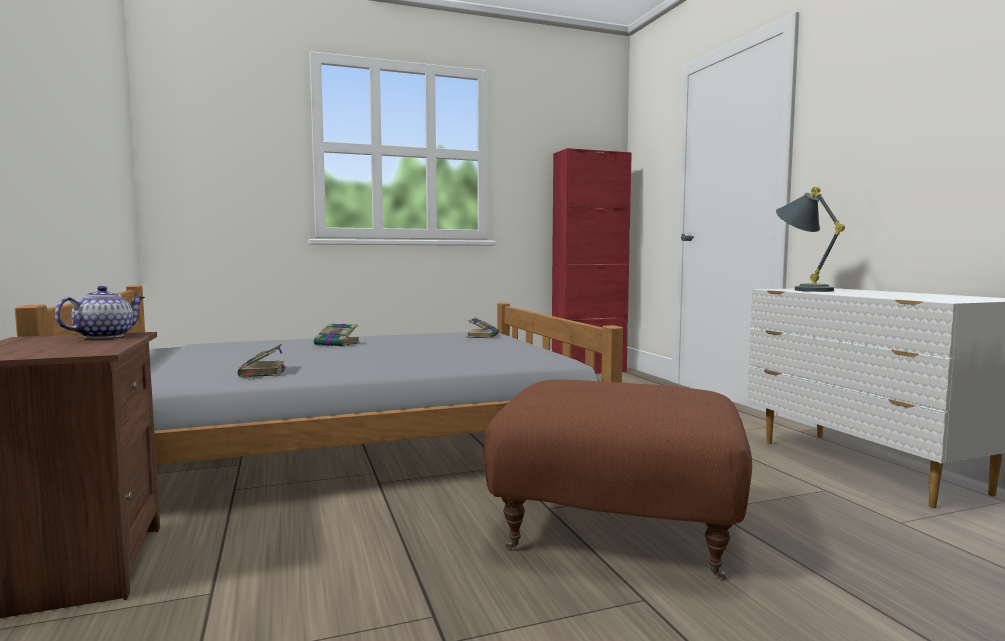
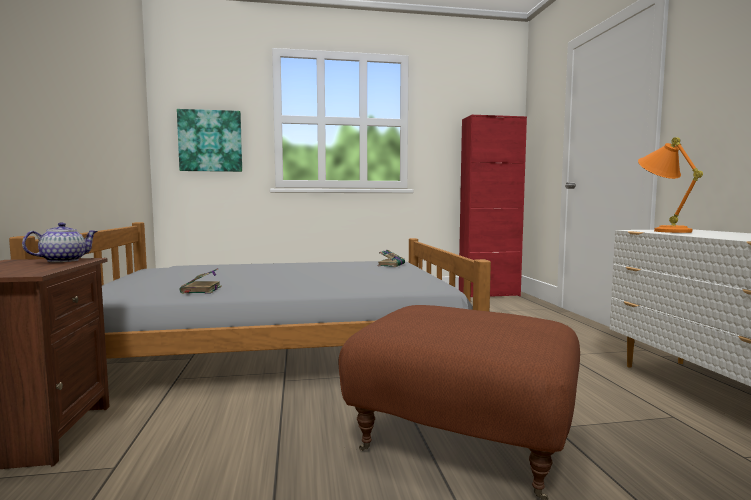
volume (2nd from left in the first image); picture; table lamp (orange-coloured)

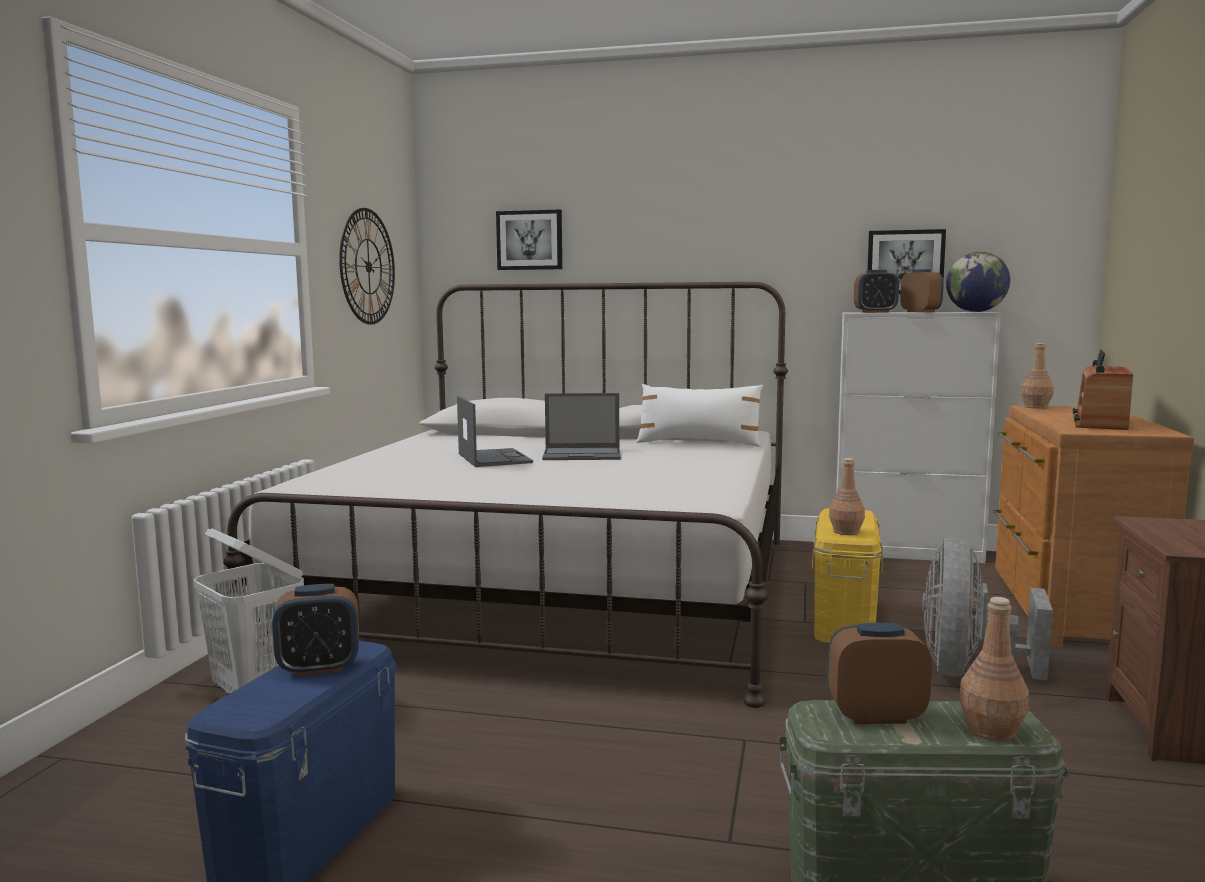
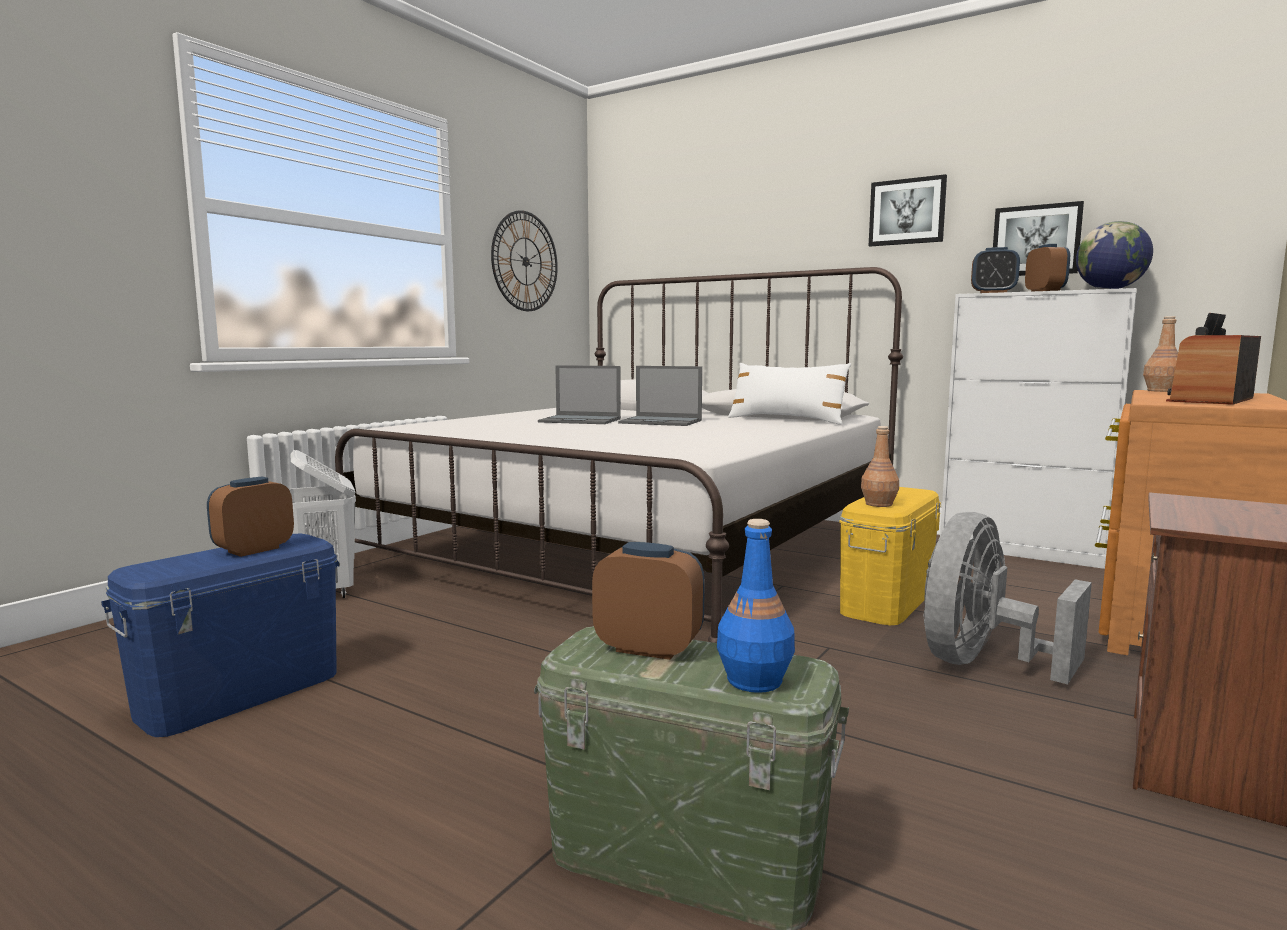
picture (1st from left); drink bottle (bluish); alarm clock (1st from left); notebook computer (1st from left)

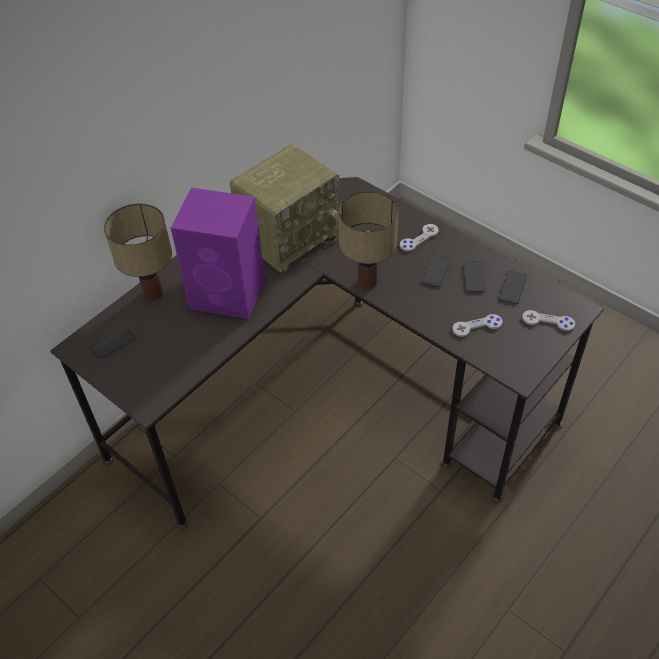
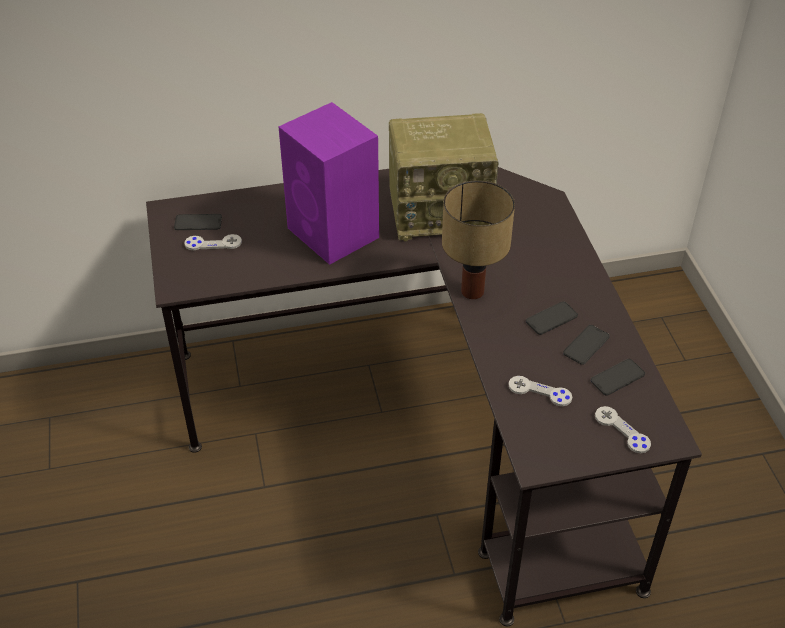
table lamp (1st from left in the first image); game controller (grey) (1st from left)

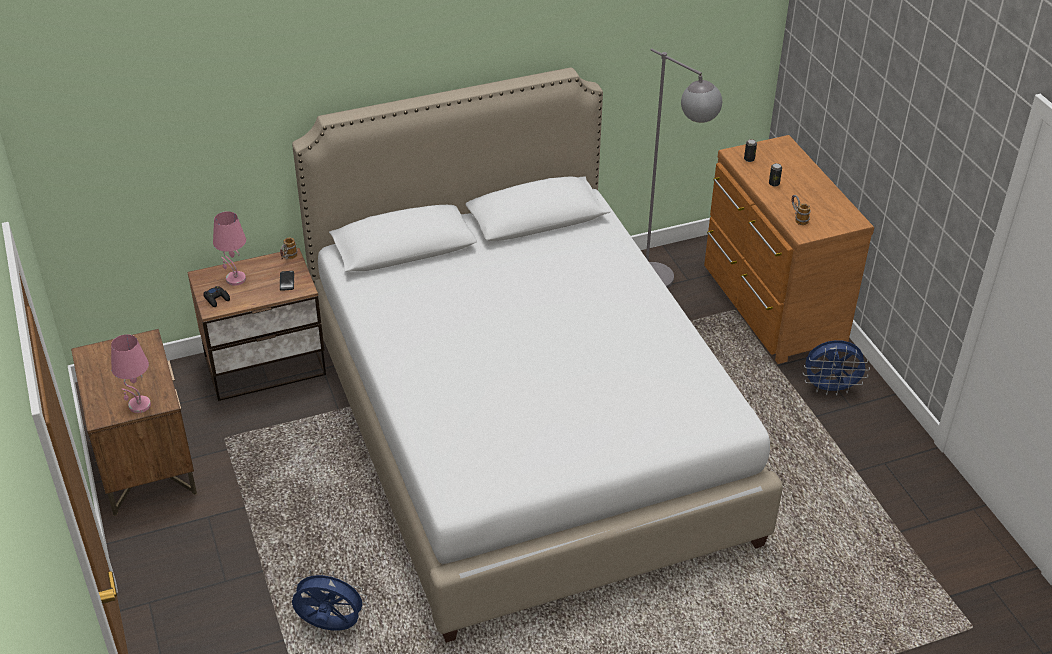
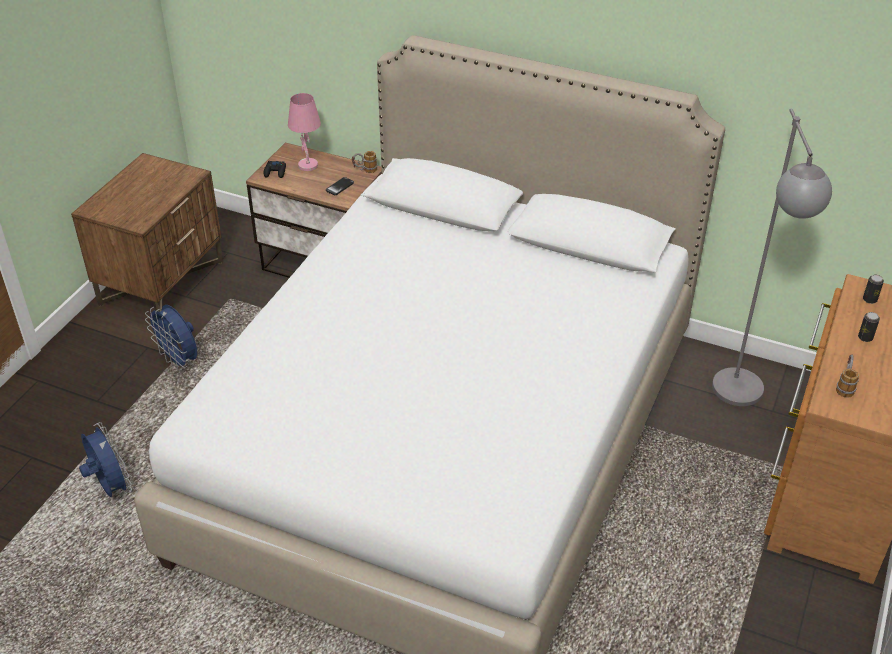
table lamp (pink-coloured) (1st from left in the first image); electric fan (bluish) (2nd from left)

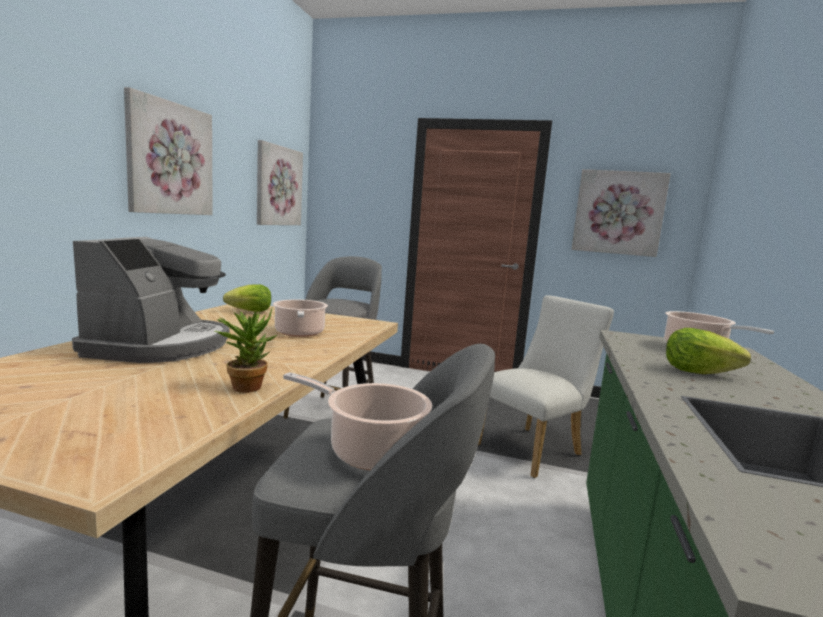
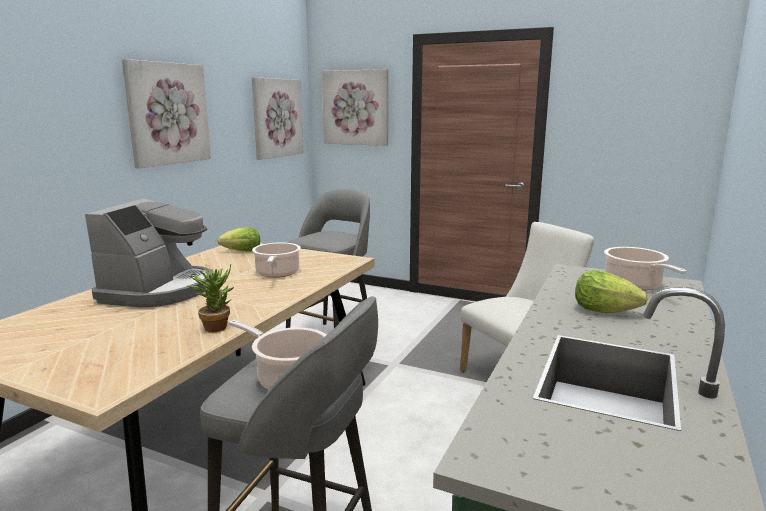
picture (3rd from left)

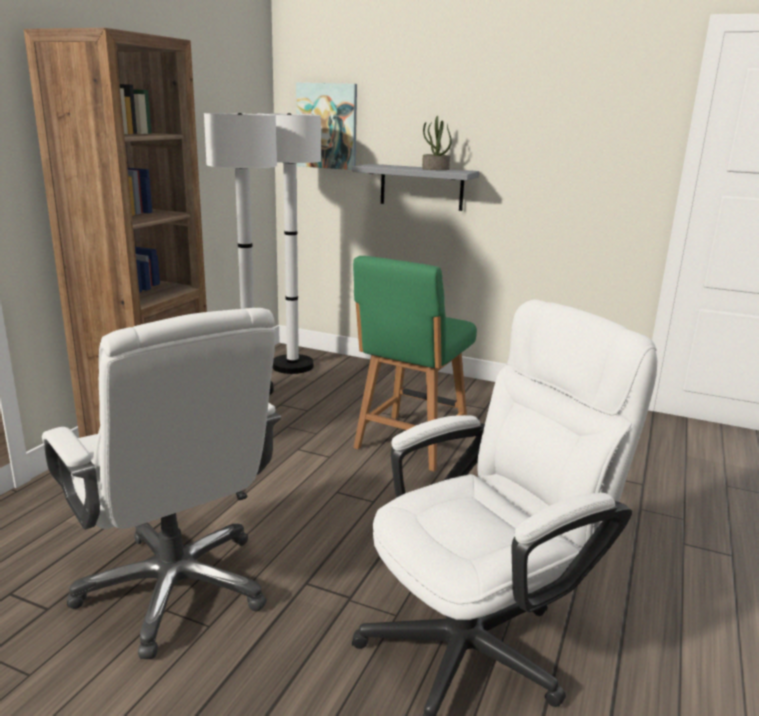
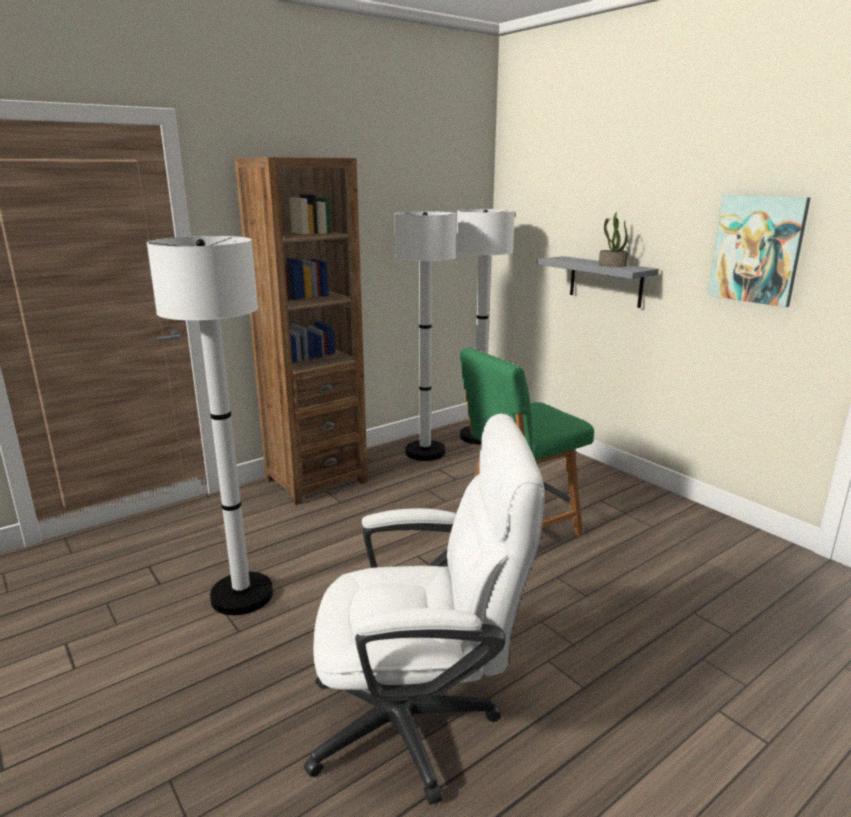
picture; floor lamp (whitish) (1st from left)

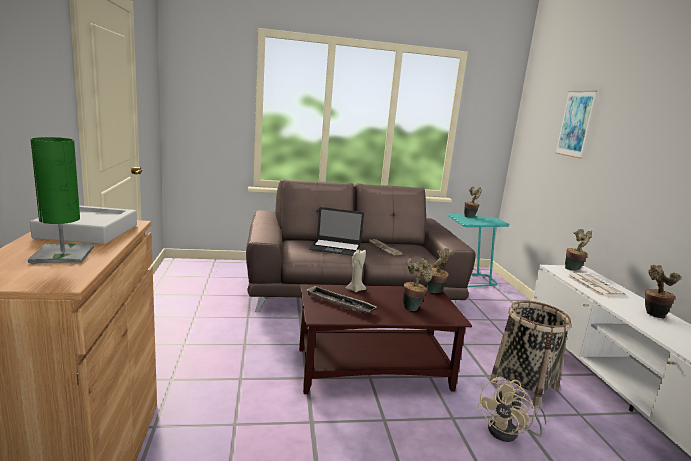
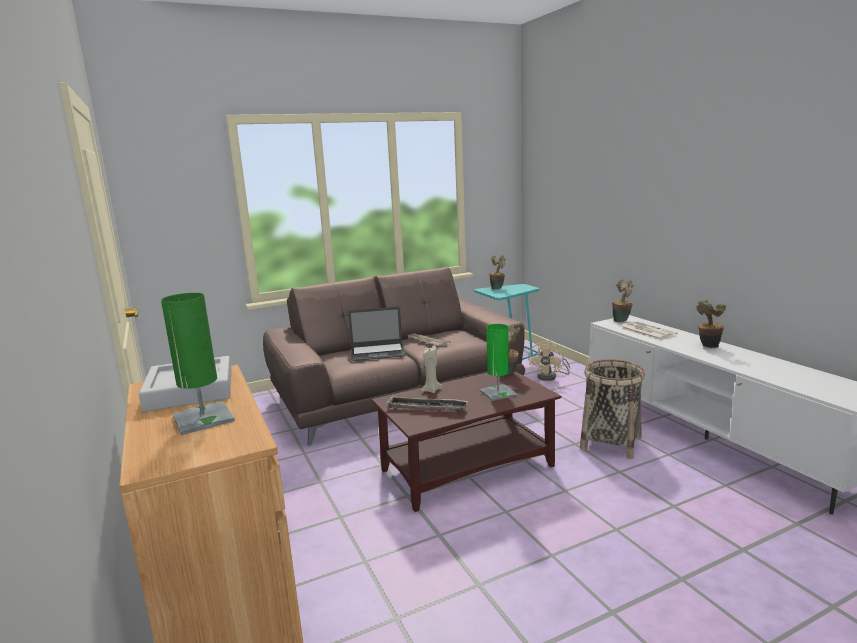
picture; electric fan (beige); table lamp (greenish) (2nd from left)

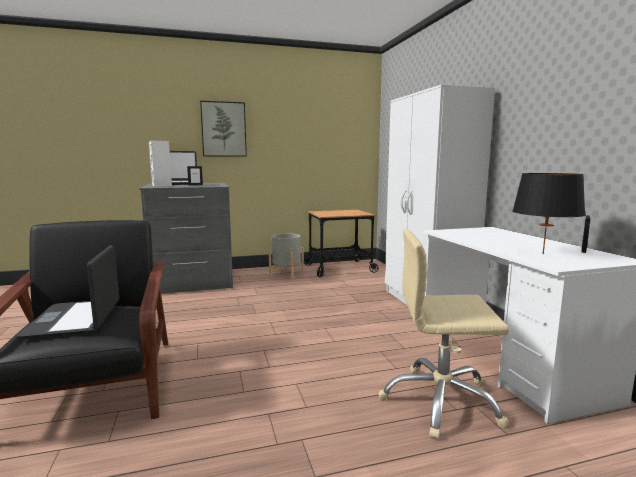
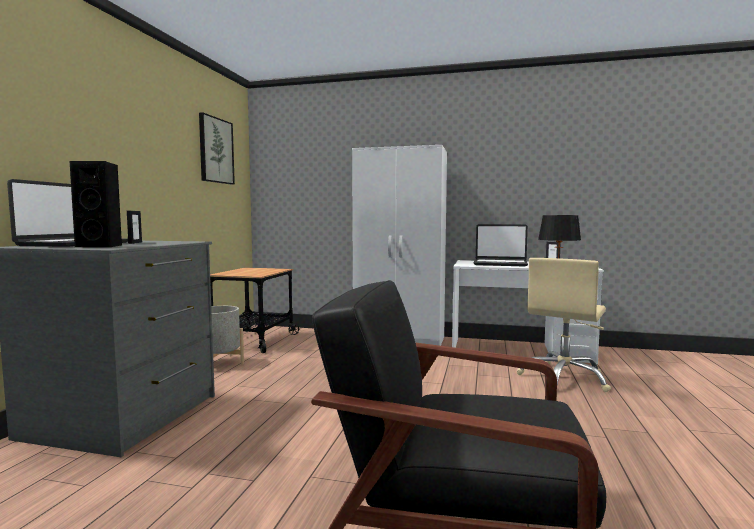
notebook computer (2nd from left); picture; loudspeaker (black-coloured)

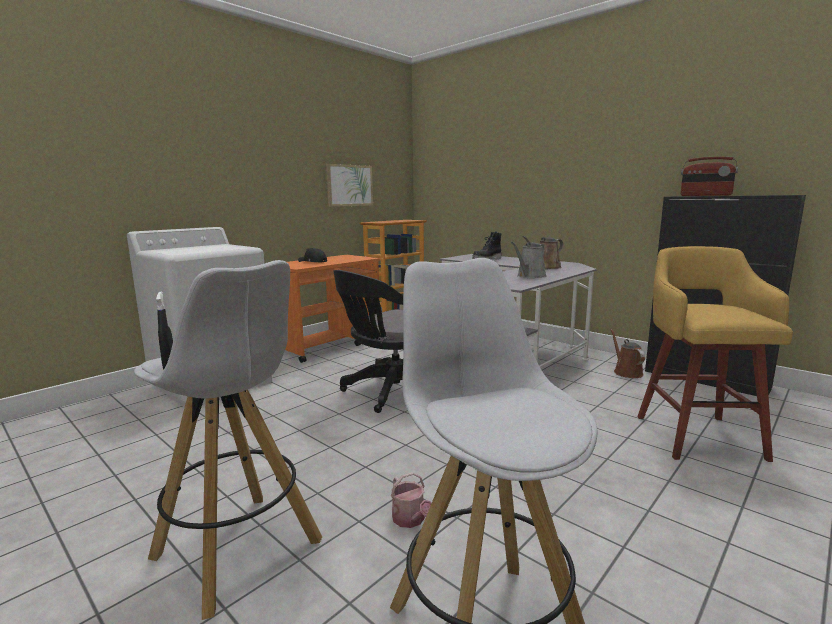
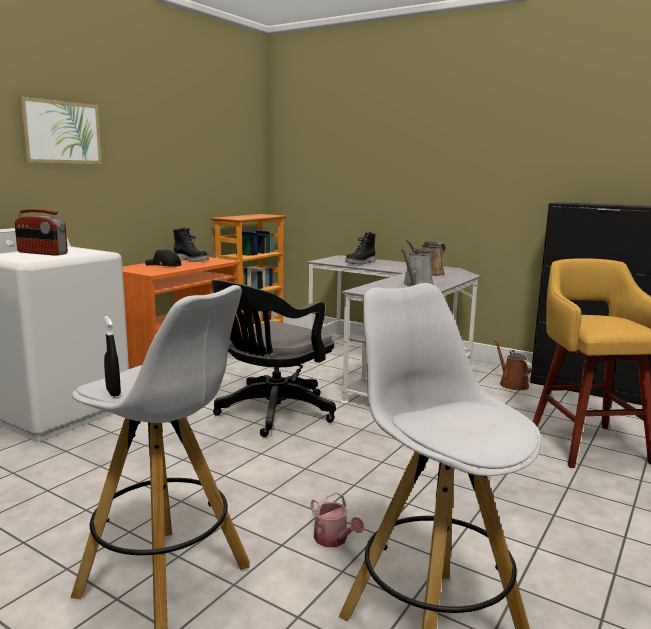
tall boot (black-coloured) (1st from left); picture; radio set

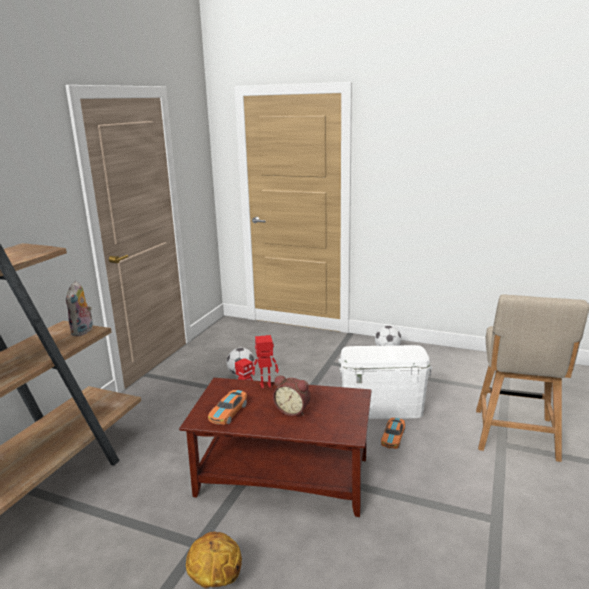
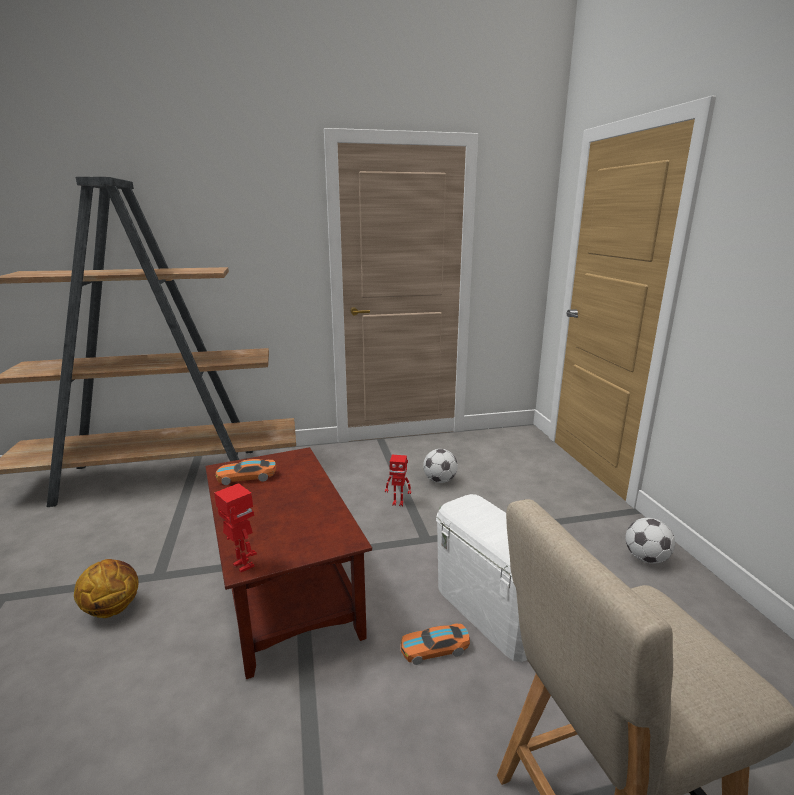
soft toy; alarm clock; toy robot (1st from left)

